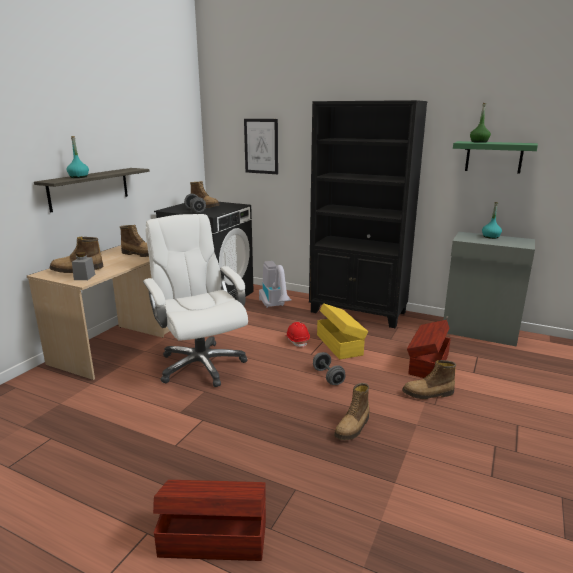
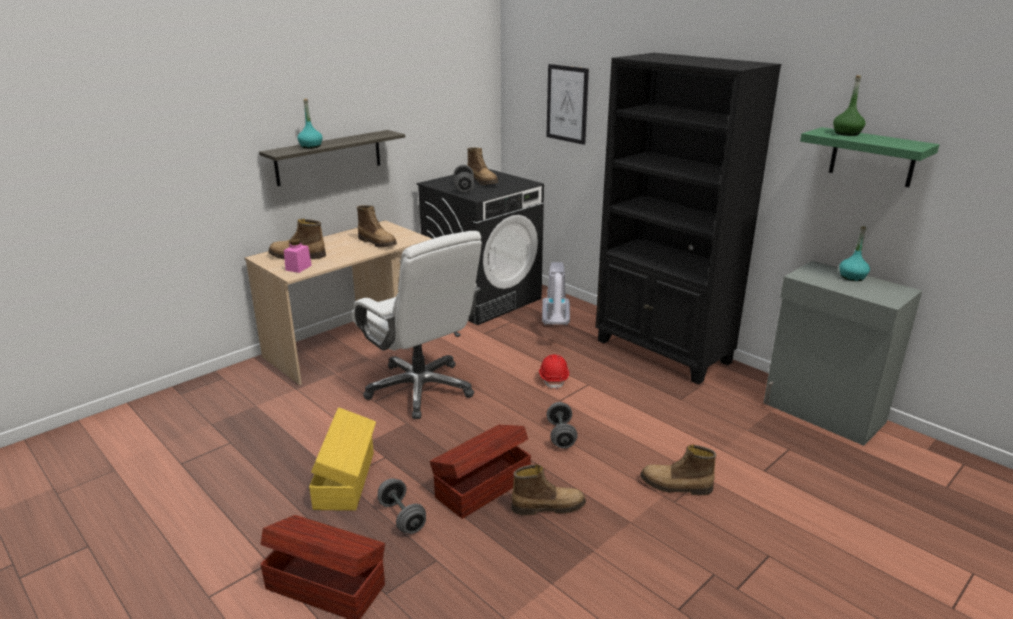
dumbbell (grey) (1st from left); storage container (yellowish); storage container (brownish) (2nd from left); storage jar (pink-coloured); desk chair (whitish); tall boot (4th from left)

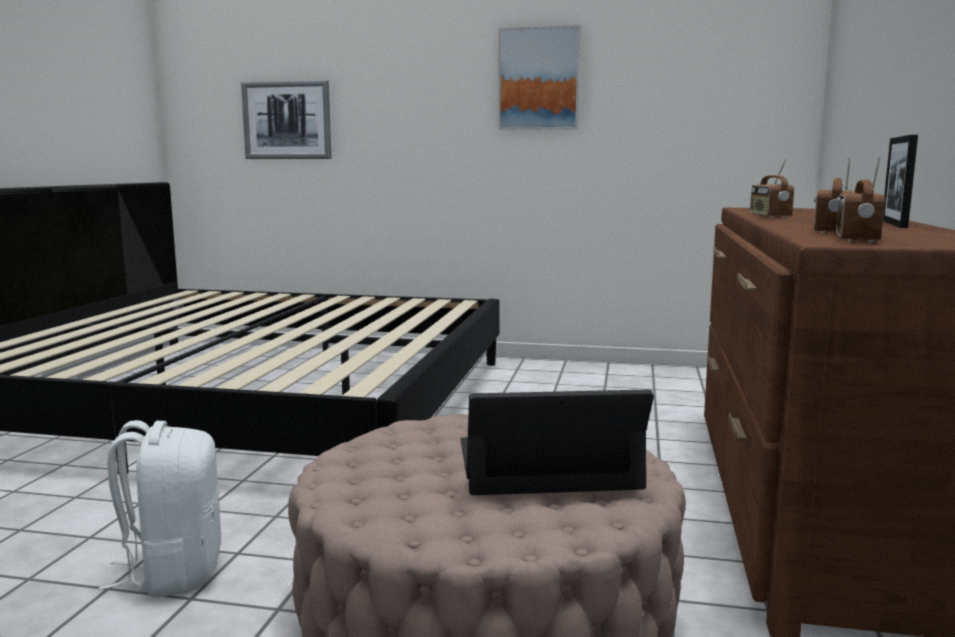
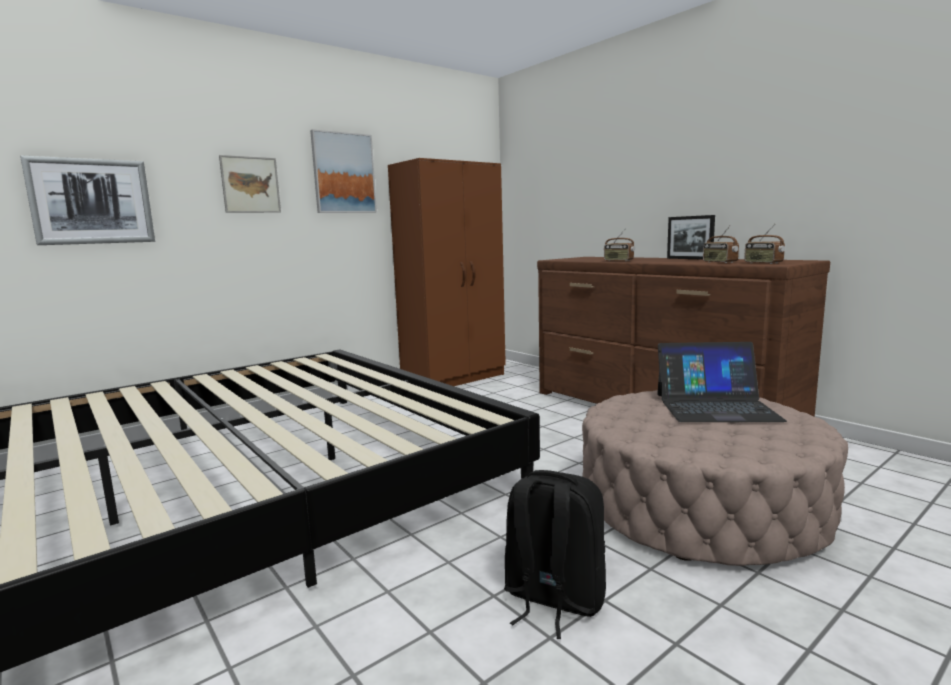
picture (2nd from left); wardrobe (brownish); knapsack (black-coloured); notebook computer

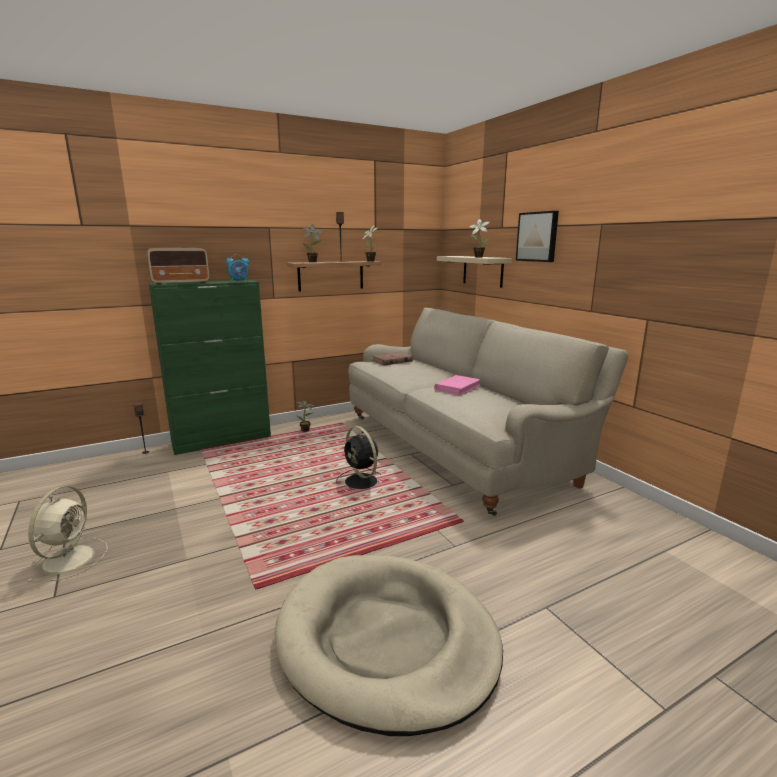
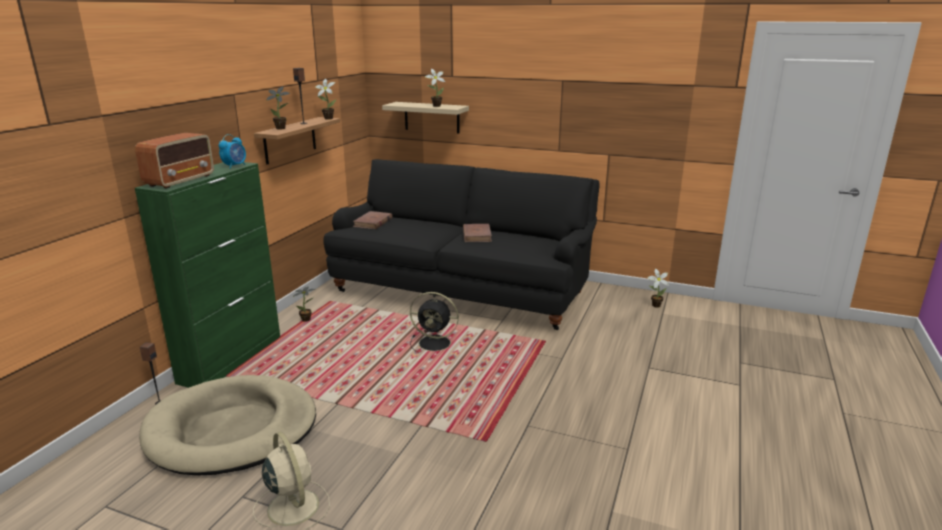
picture; plant in a pot (5th from left); dog cushion (beige); sofa (black-coloured); volume (brownish) (2nd from left)

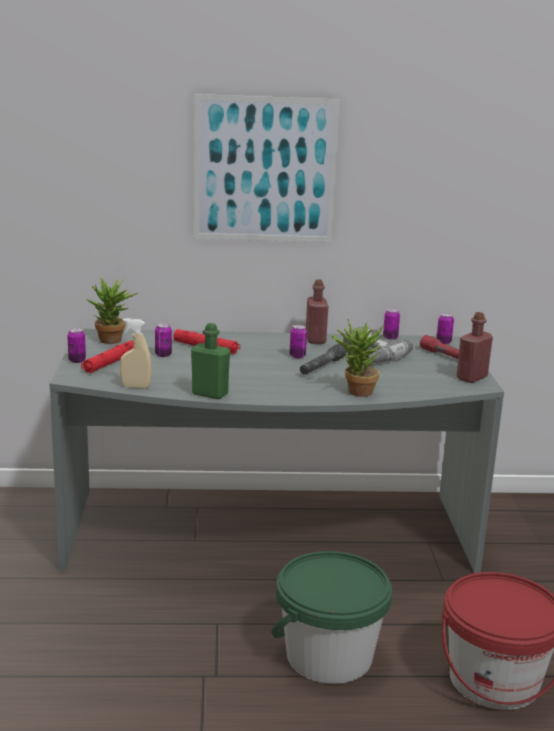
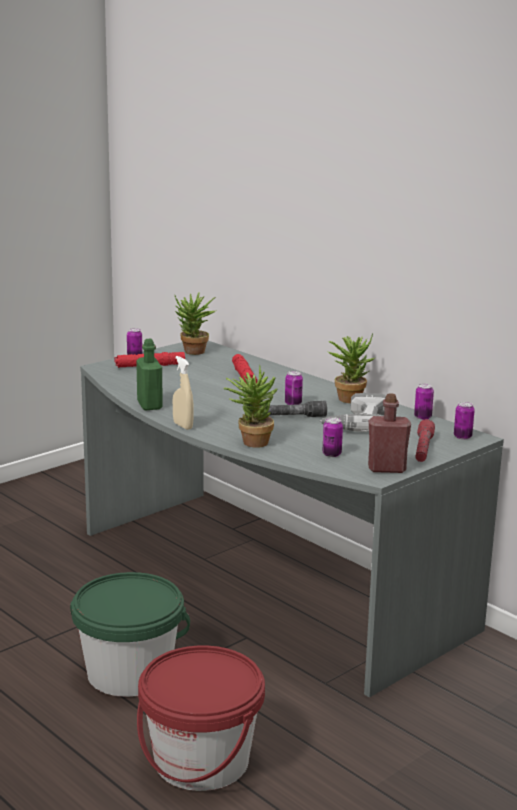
picture; hand sprayer (beige); sealed can (3rd from left); plant in a pot (3rd from left)

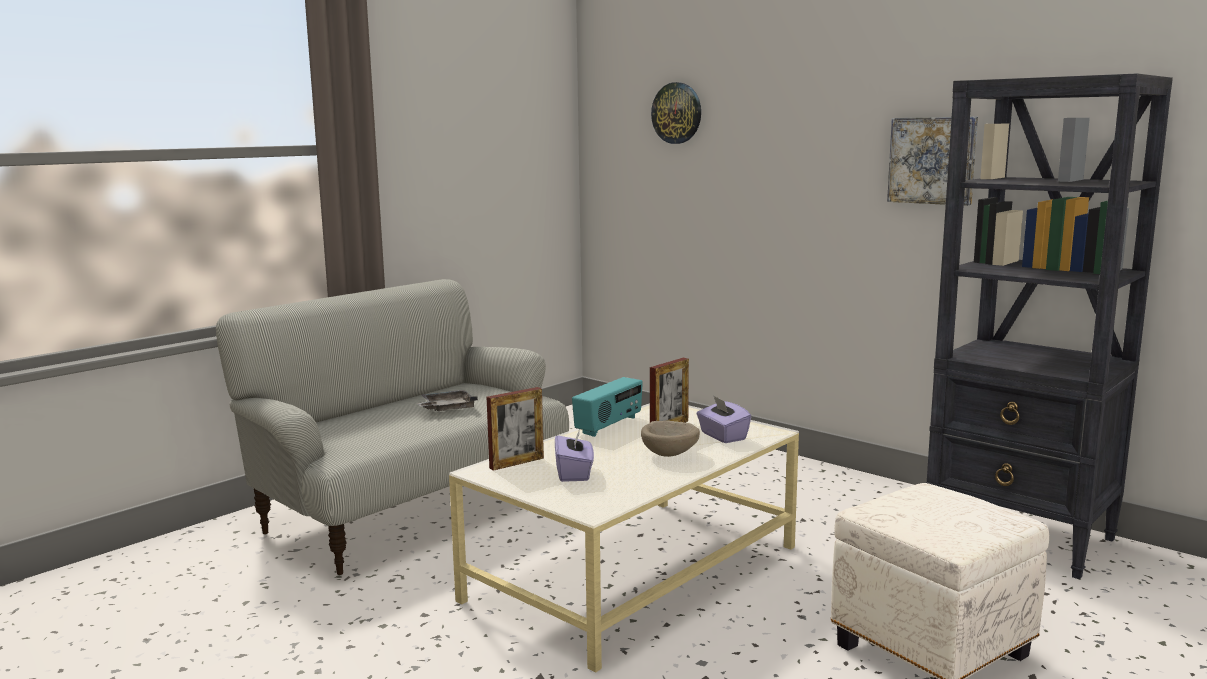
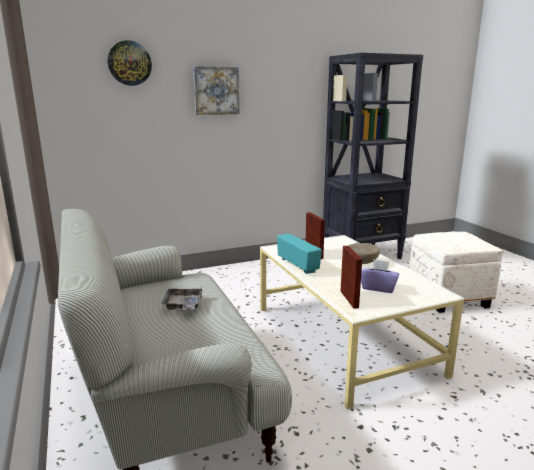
tissue box (purple) (2nd from left in the first image); picture

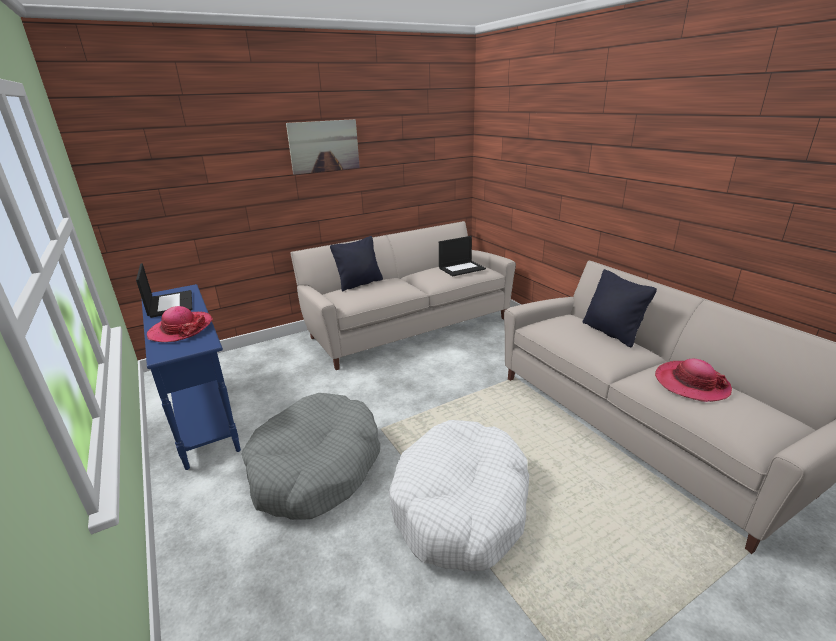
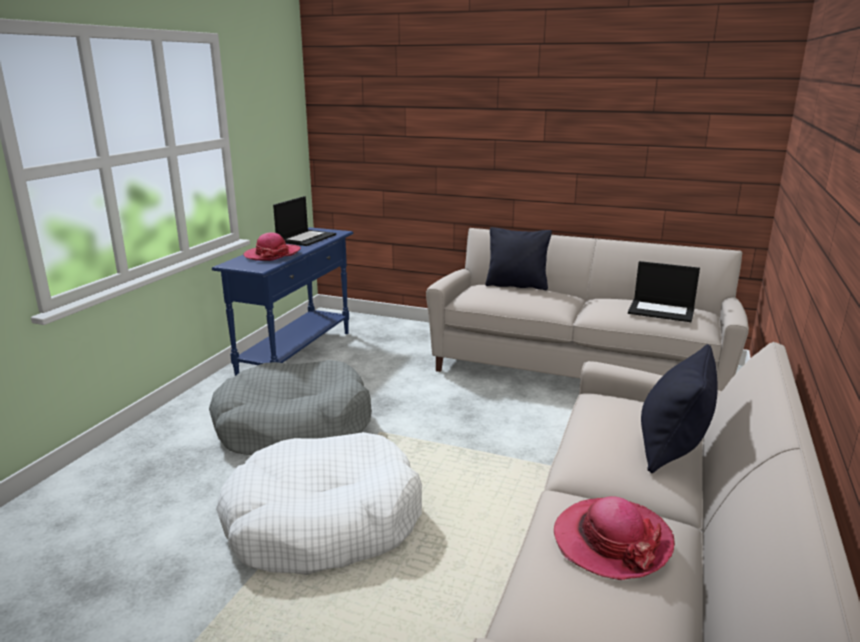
picture

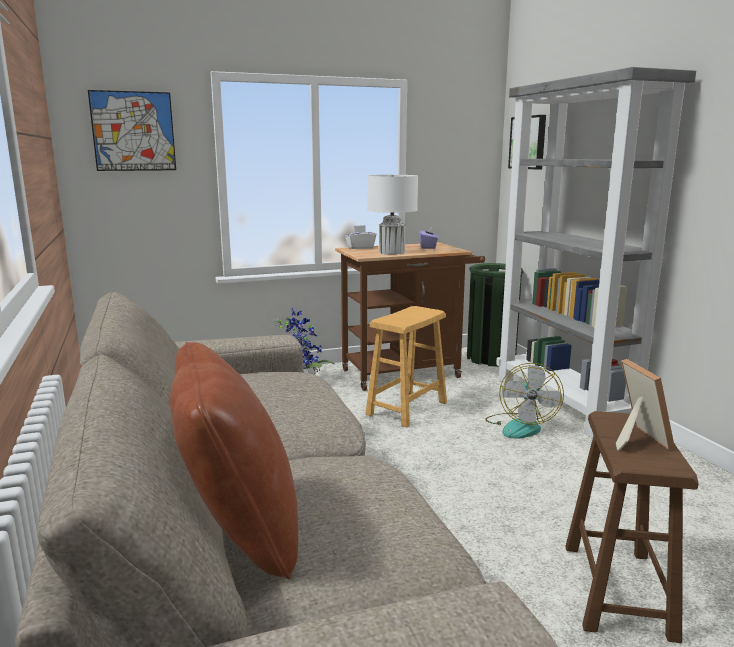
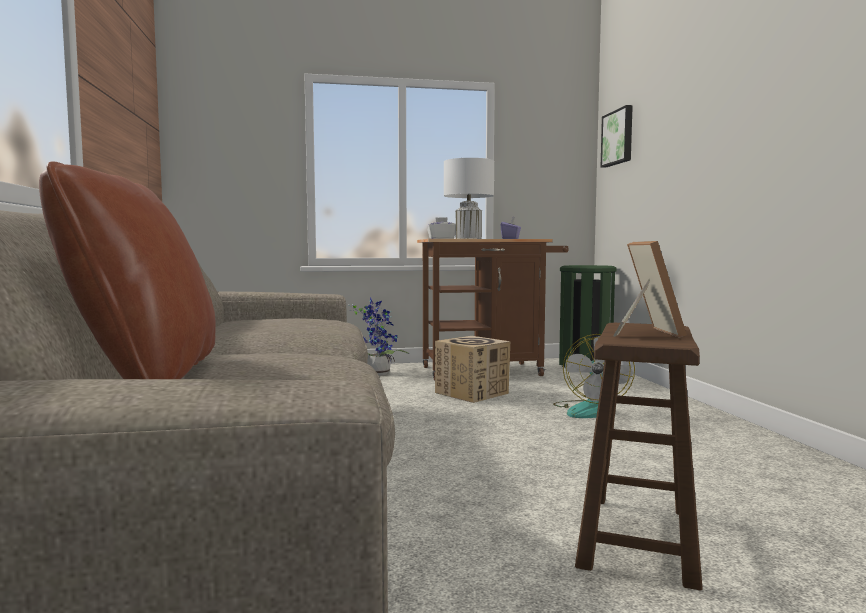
picture (1st from left in the first image); shelving unit (grey); packing box

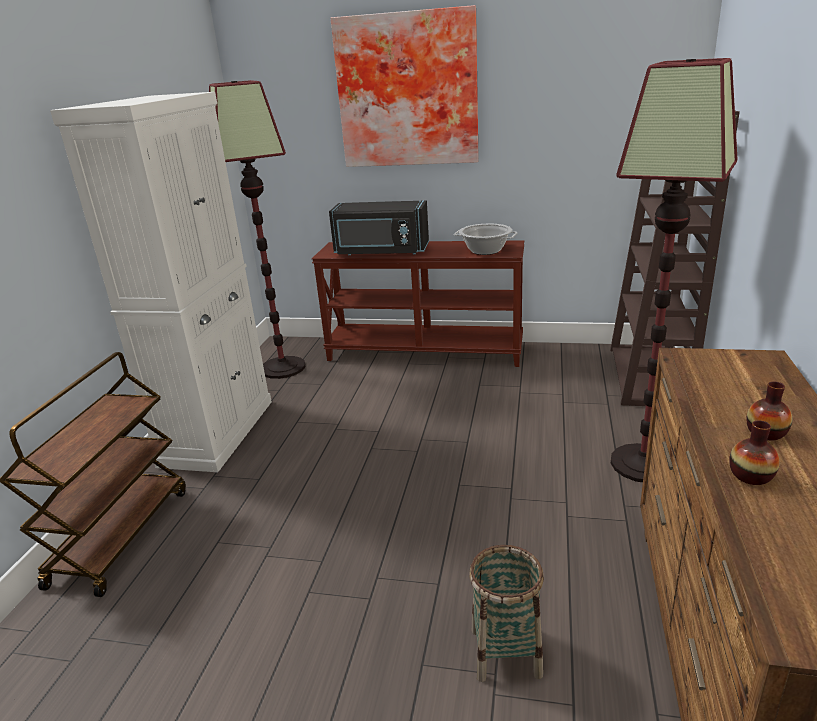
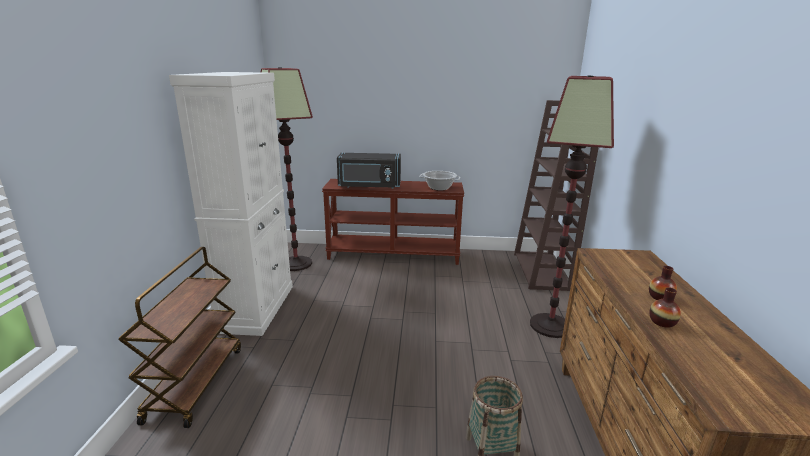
picture

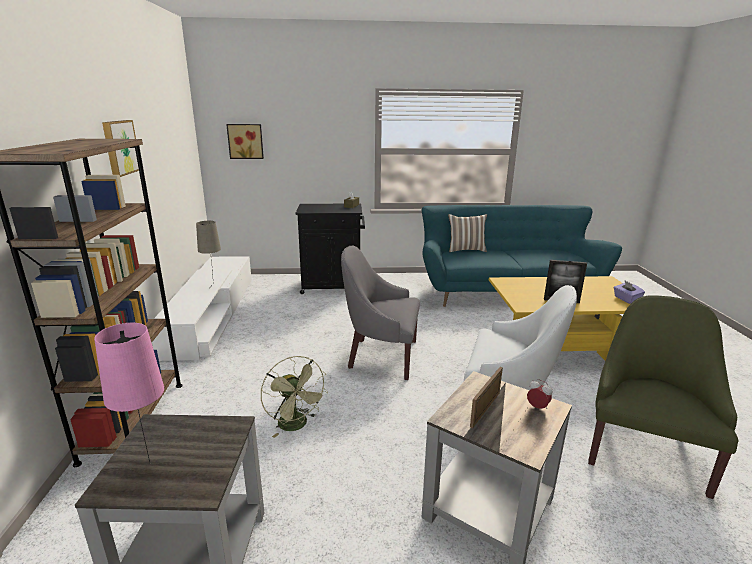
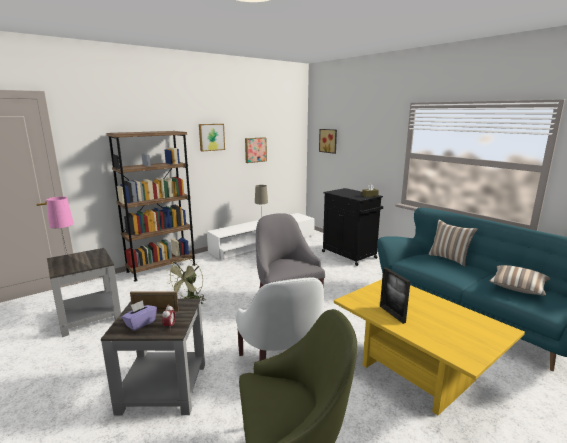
picture (2nd from left); throw pillow (2nd from left); tissue box (purple)

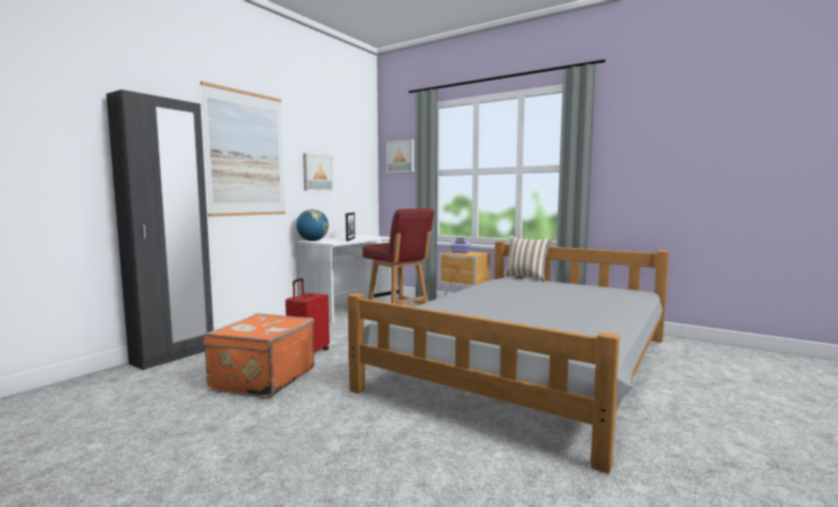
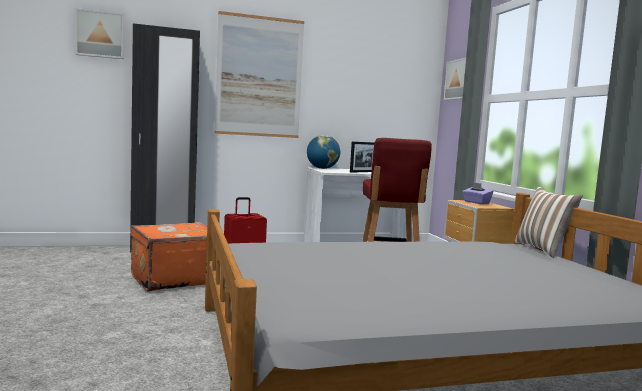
picture (1st from left)

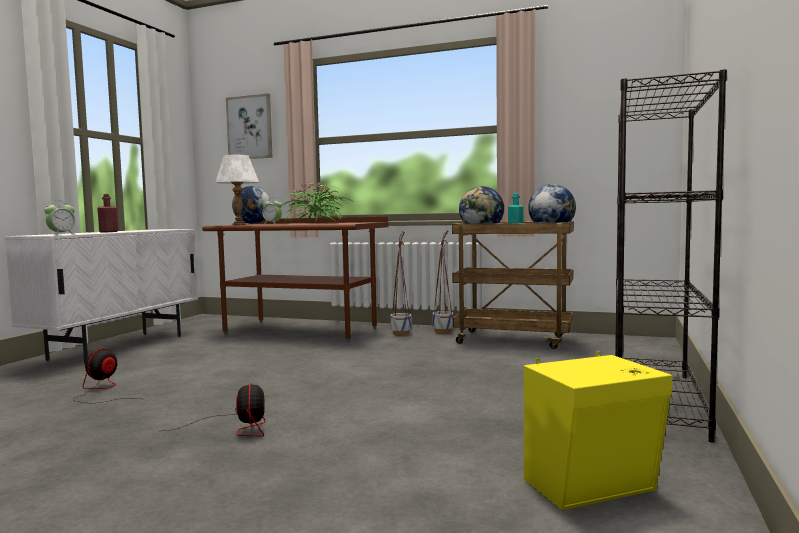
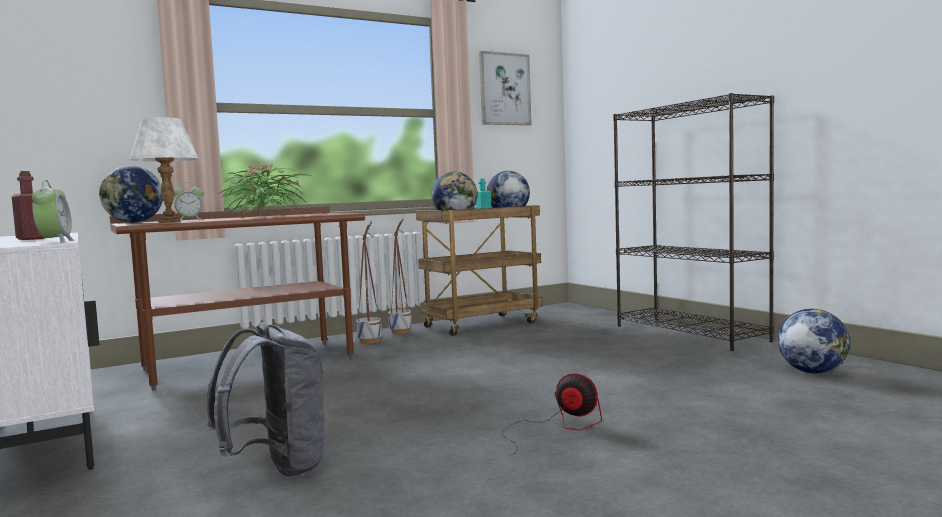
picture; knapsack (grey); desk globe (4th from left)

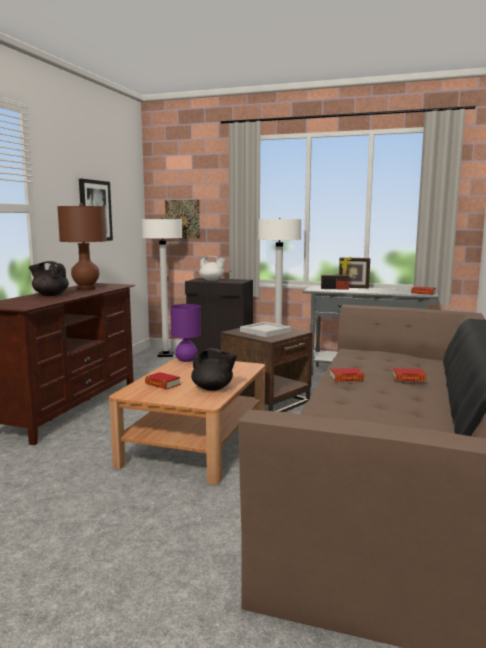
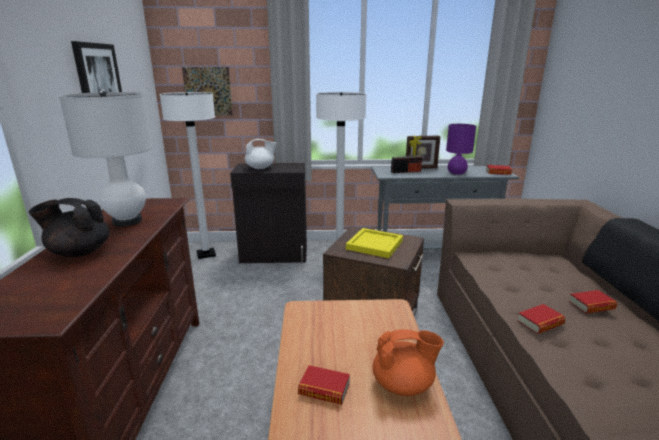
table lamp (purple); table lamp (whitish); teapot (orange-coloured); tray (yellowish)

